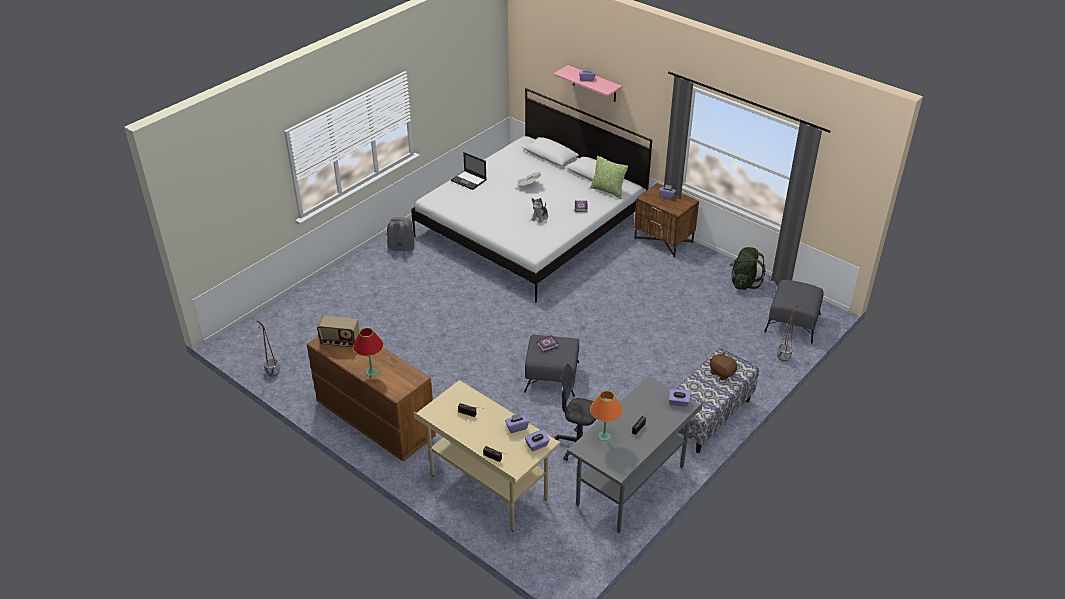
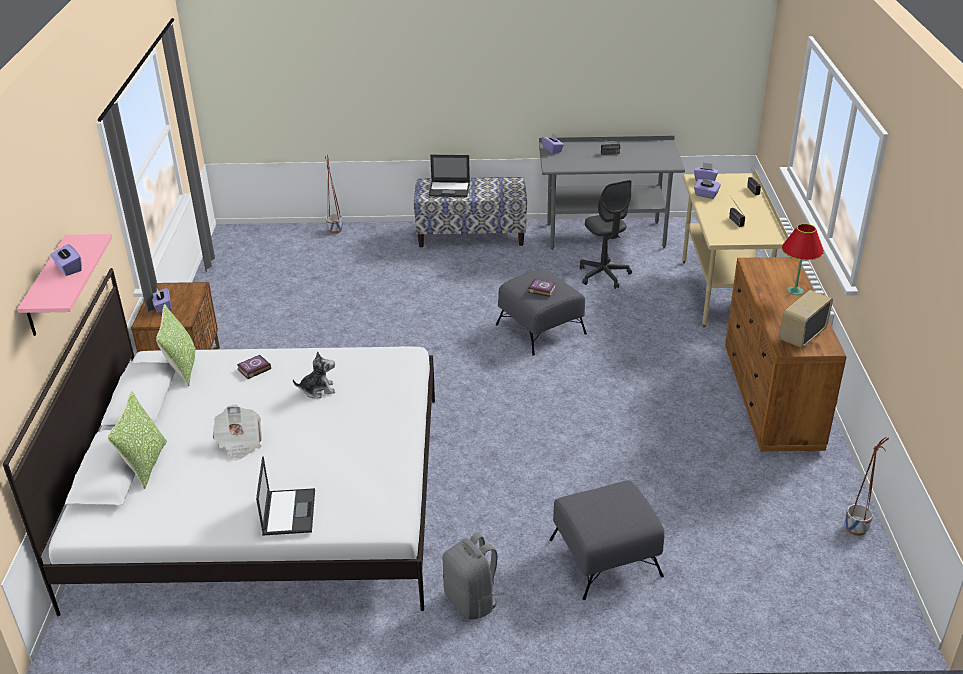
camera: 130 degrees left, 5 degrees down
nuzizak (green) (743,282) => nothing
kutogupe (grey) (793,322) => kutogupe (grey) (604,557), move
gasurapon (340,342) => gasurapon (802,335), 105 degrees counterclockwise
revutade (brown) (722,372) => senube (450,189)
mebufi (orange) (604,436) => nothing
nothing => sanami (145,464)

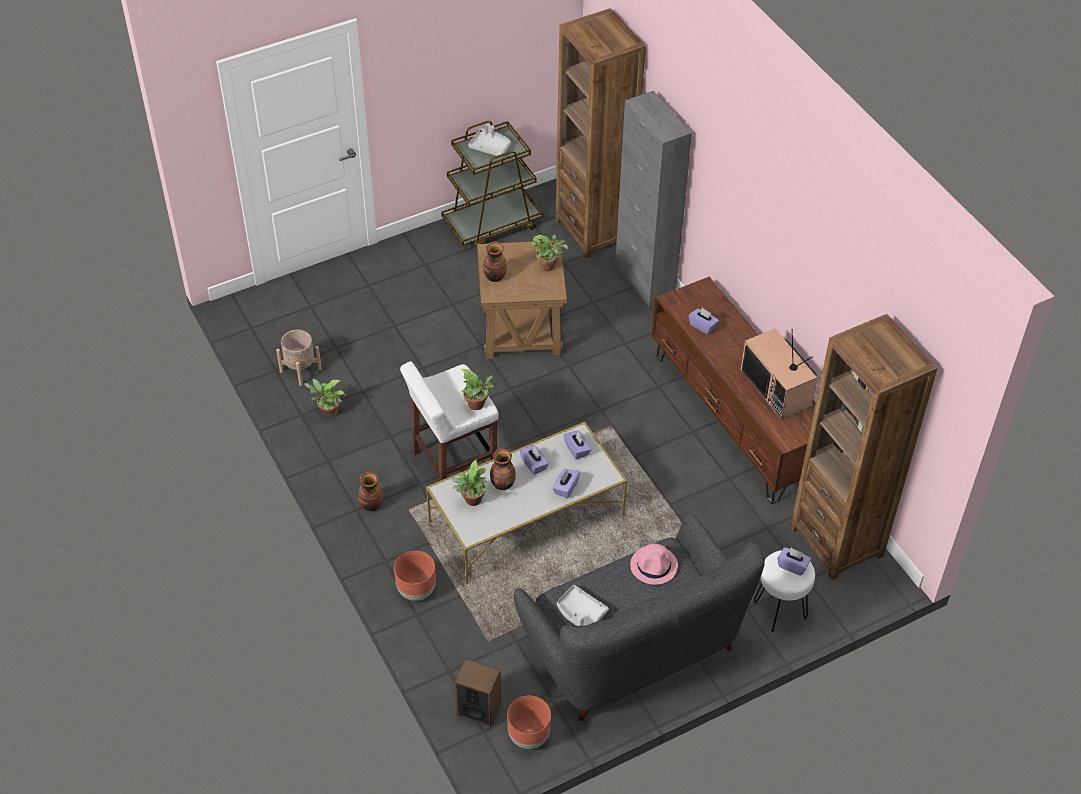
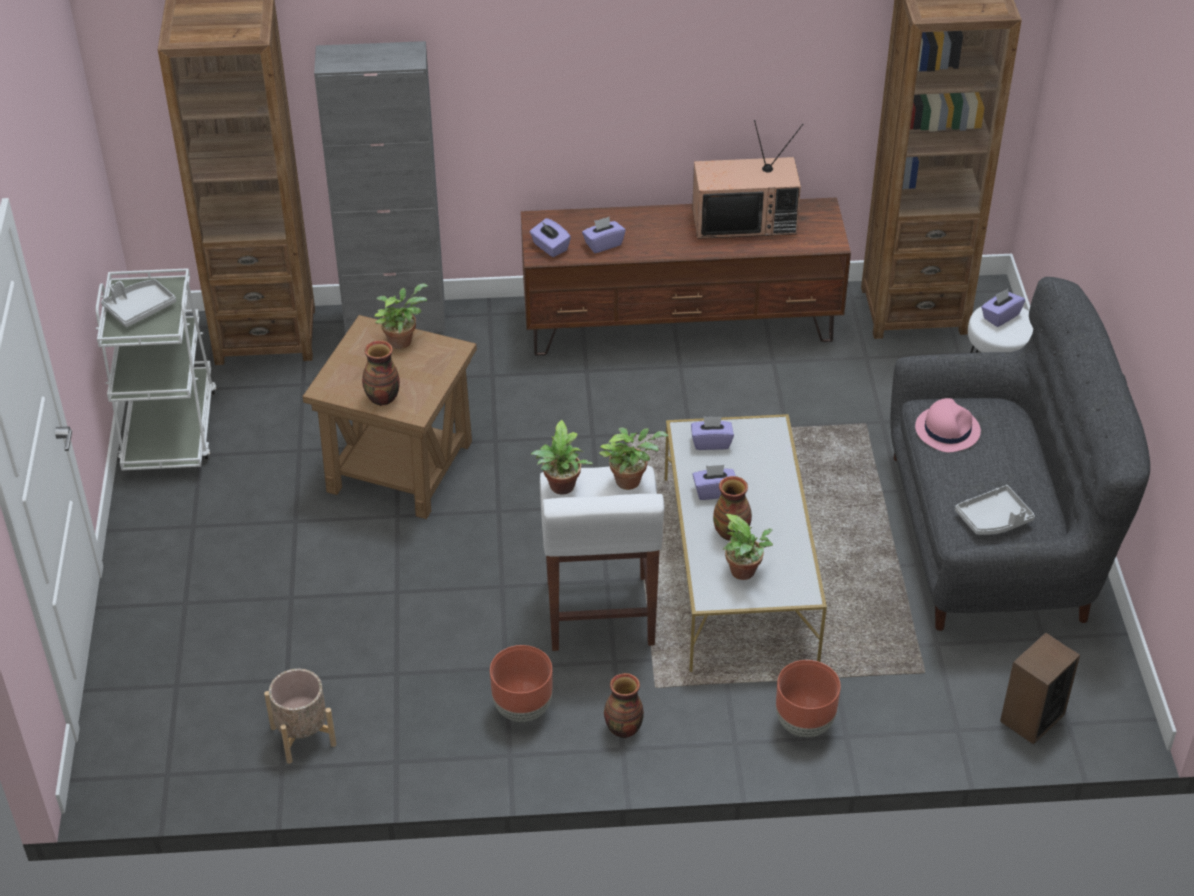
camera: 65 degrees left, 5 degrees down
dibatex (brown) (492,224) => dibatex (white) (170,429)
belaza (327,412) => belaza (561,488), move
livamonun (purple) (565,488) => livamonun (purple) (550,247), move
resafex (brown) (528,736) => resafex (brown) (522,708), move

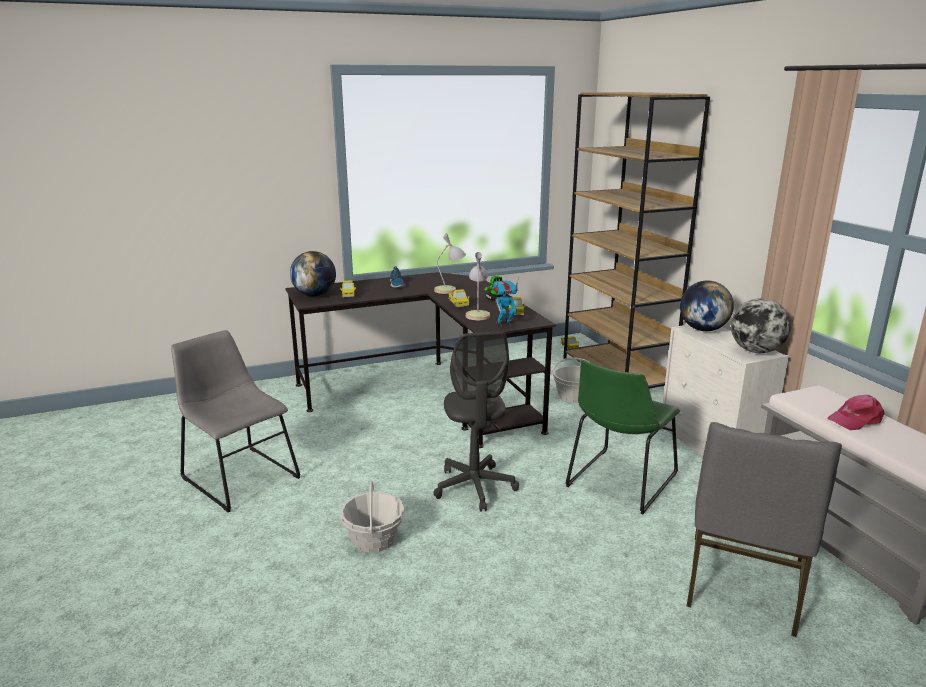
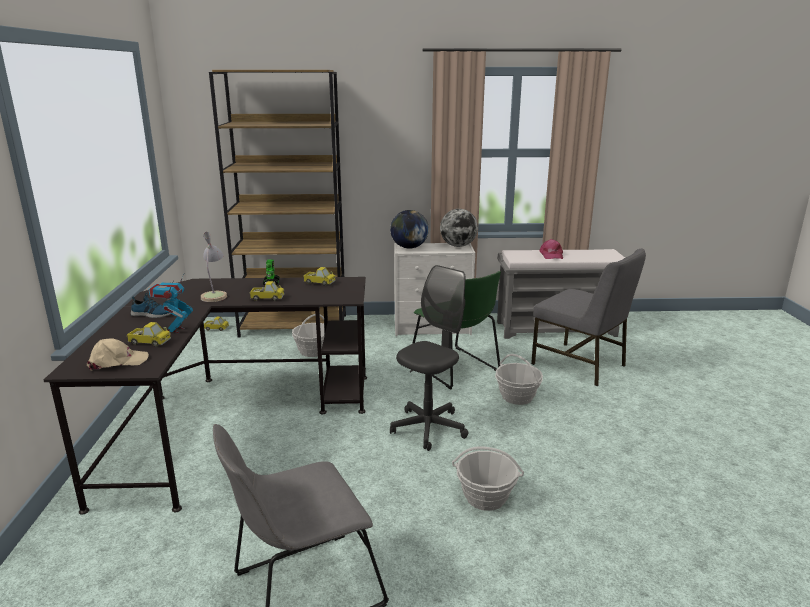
camera: 70 degrees left, 0 degrees up
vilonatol (314,295) => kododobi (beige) (117,362)
mebufi (478,314) => nothing
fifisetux (504,323) => fifisetux (175,330), move
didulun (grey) (475,487) => didulun (grey) (428,428), 60 degrees counterclockwise
nothing => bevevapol (517,397)

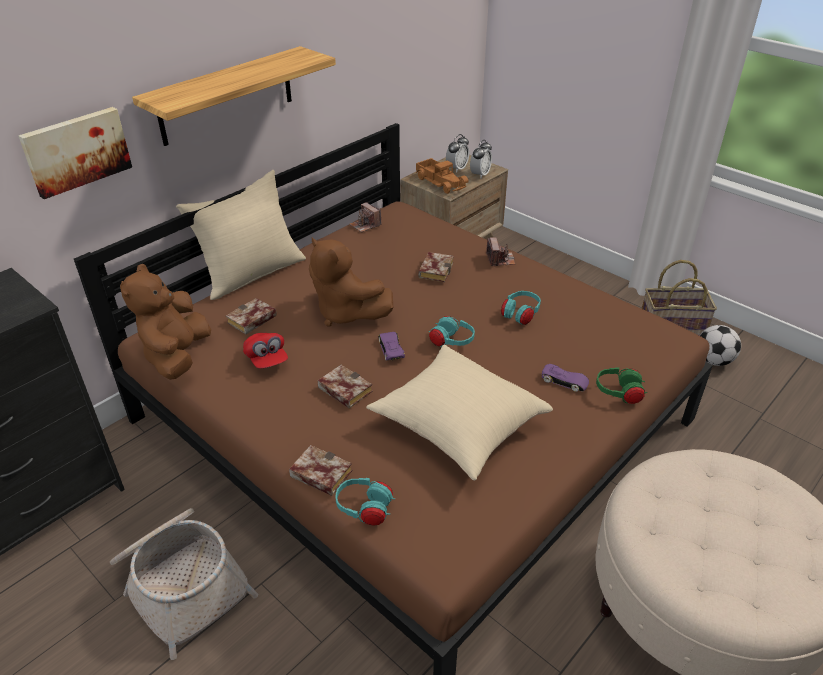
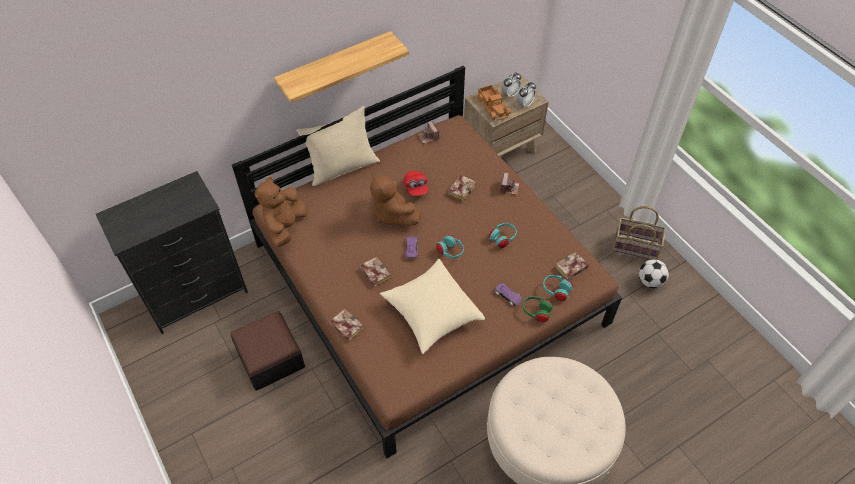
camera: 15 degrees right, 15 degrees up
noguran (76,151) => nothing
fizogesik (251,321) => fizogesik (570,269), move
kododobi (red) (266,359) => kododobi (red) (416,188), move
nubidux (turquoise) (365,510) => nubidux (turquoise) (556,291), move
bevevapol (182,583) => kutogupe (270,358)

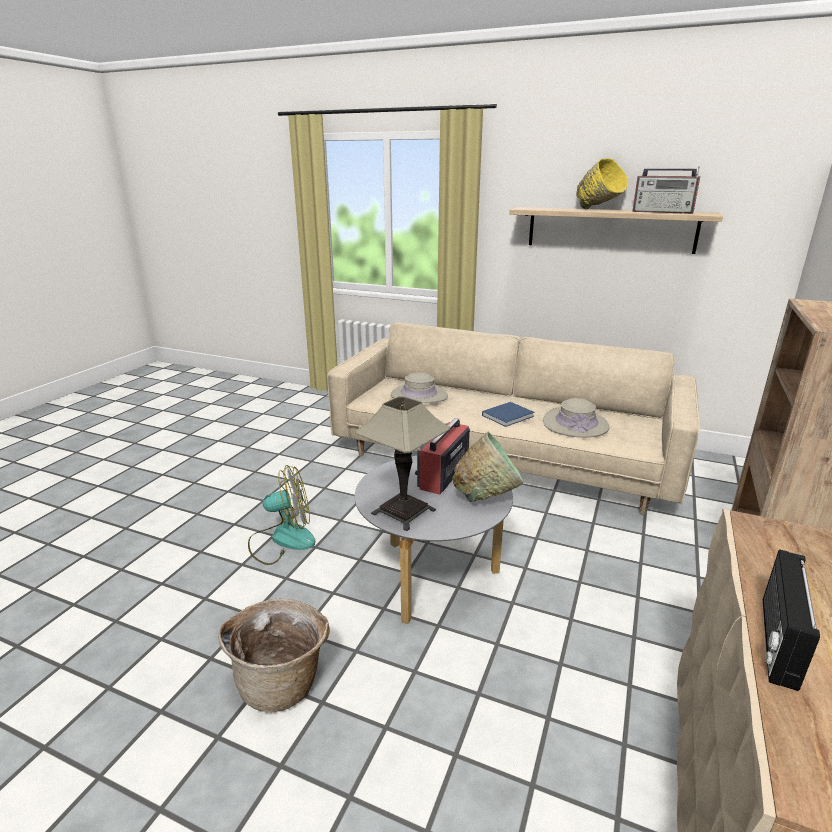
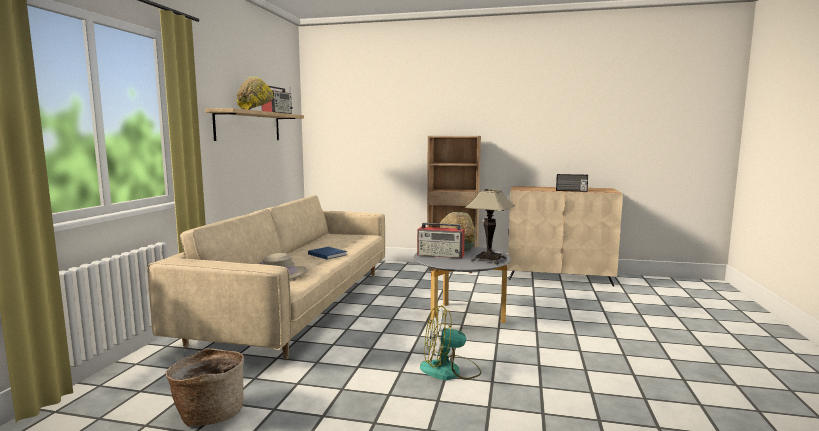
camera: 100 degrees left, 15 degrees down
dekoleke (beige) (575,424) => nothing
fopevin (282,539) => fopevin (450,371), 75 degrees counterclockwise
bevevapol (282,681) => bevevapol (209,414), move

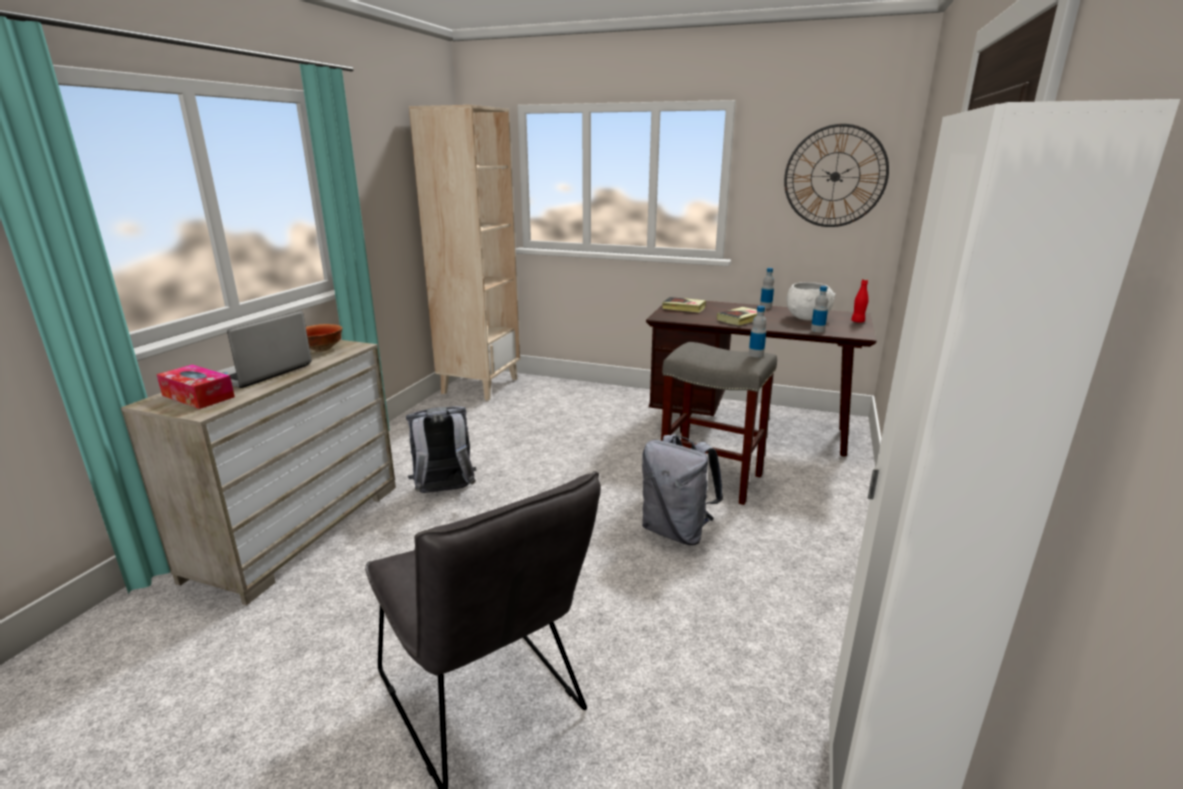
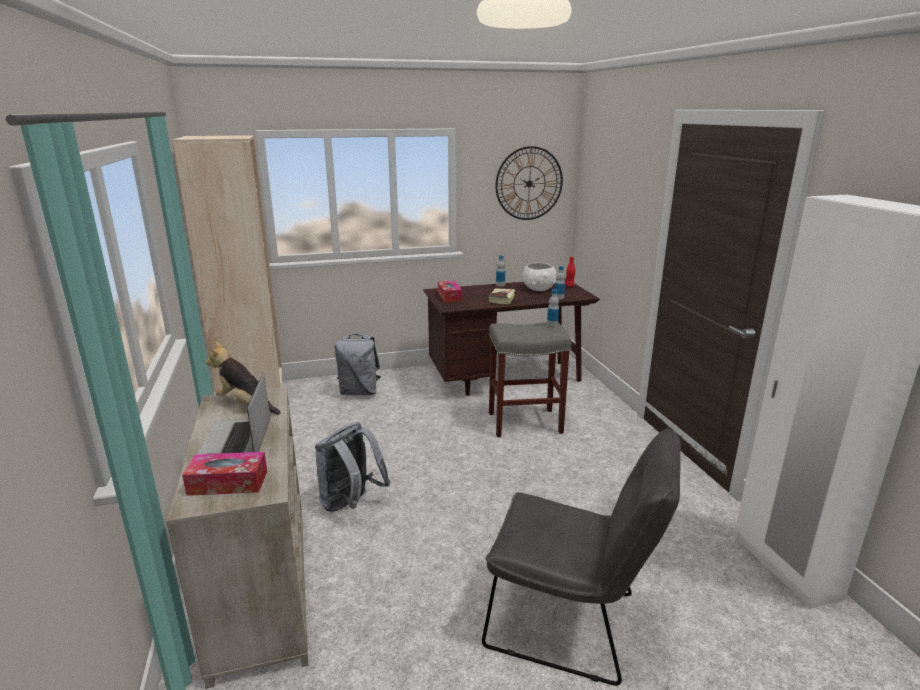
camera: 35 degrees left, 0 degrees up
fizogesik (683,308) => livamonun (449,296)
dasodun (322,349) => revutade (246,405)
nuzizak (grey) (676,531) => nuzizak (grey) (359,392), move

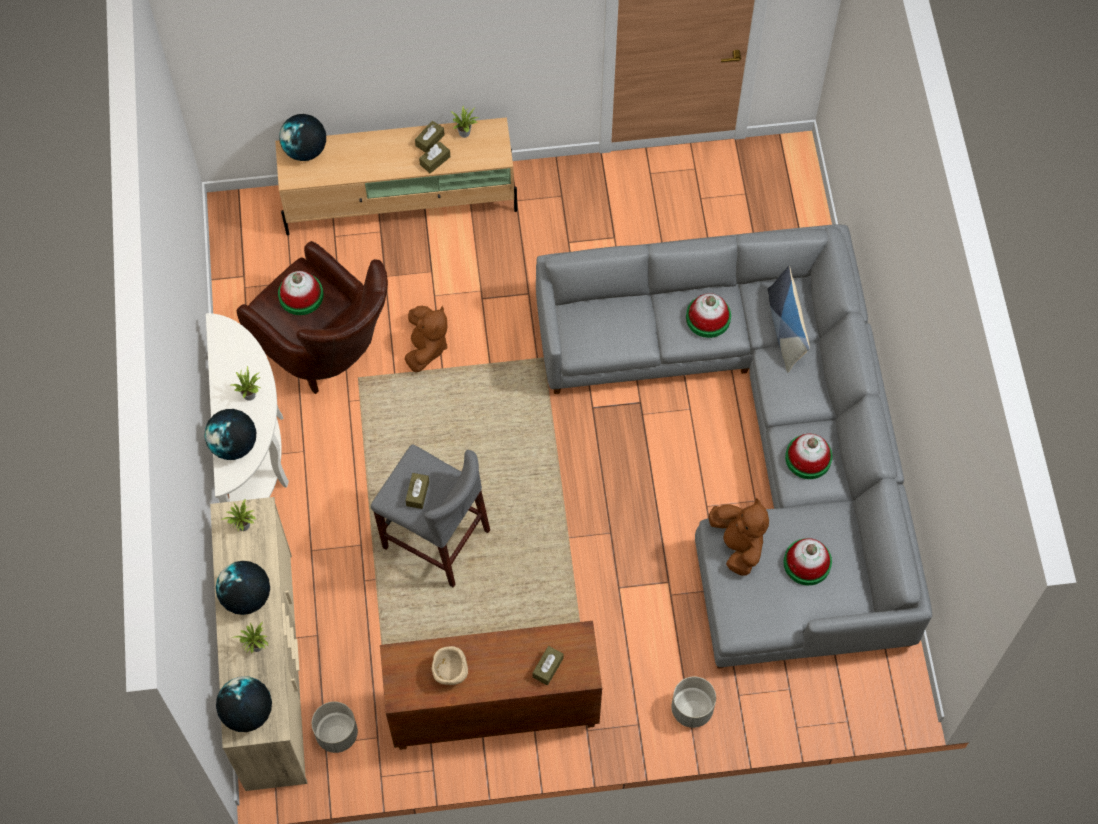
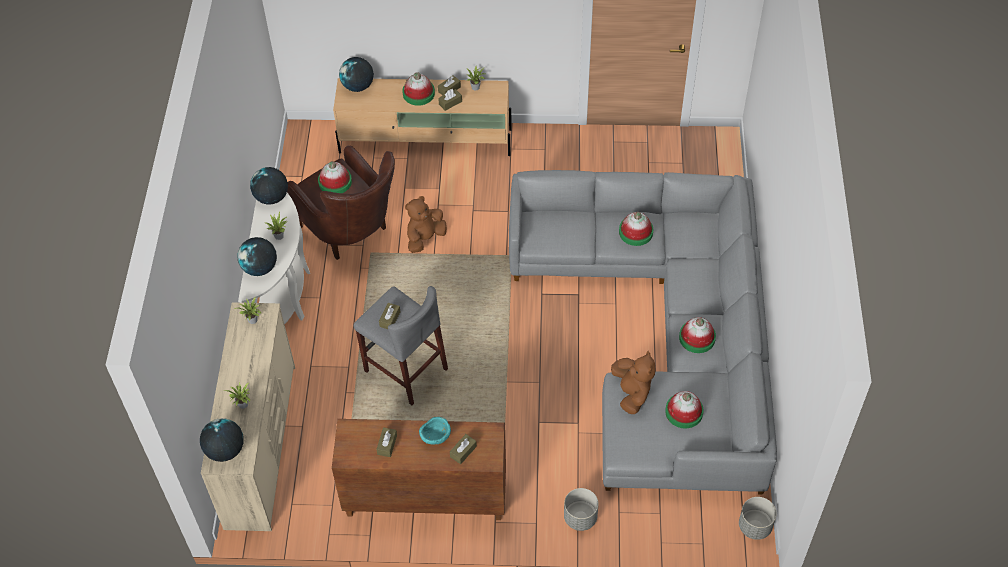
camera: 10 degrees right, 10 degrees down
sanami (785,329) => nothing
revutade (brown) (426,347) => revutade (brown) (425,238), 150 degrees counterclockwise
vilonatol (246,597) => vilonatol (271,197), move
dasodun (beige) (450,672) => livamonun (brown) (387,445)
resafex (grey) (337,734) => resafex (grey) (755,526), move
nothing => dekoleke (418,93)
nothing => dasodun (turquoise) (435,438)

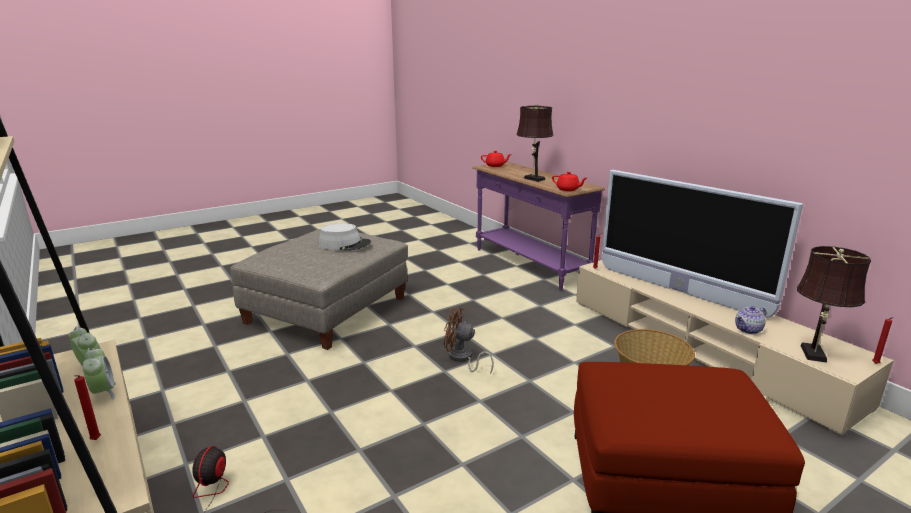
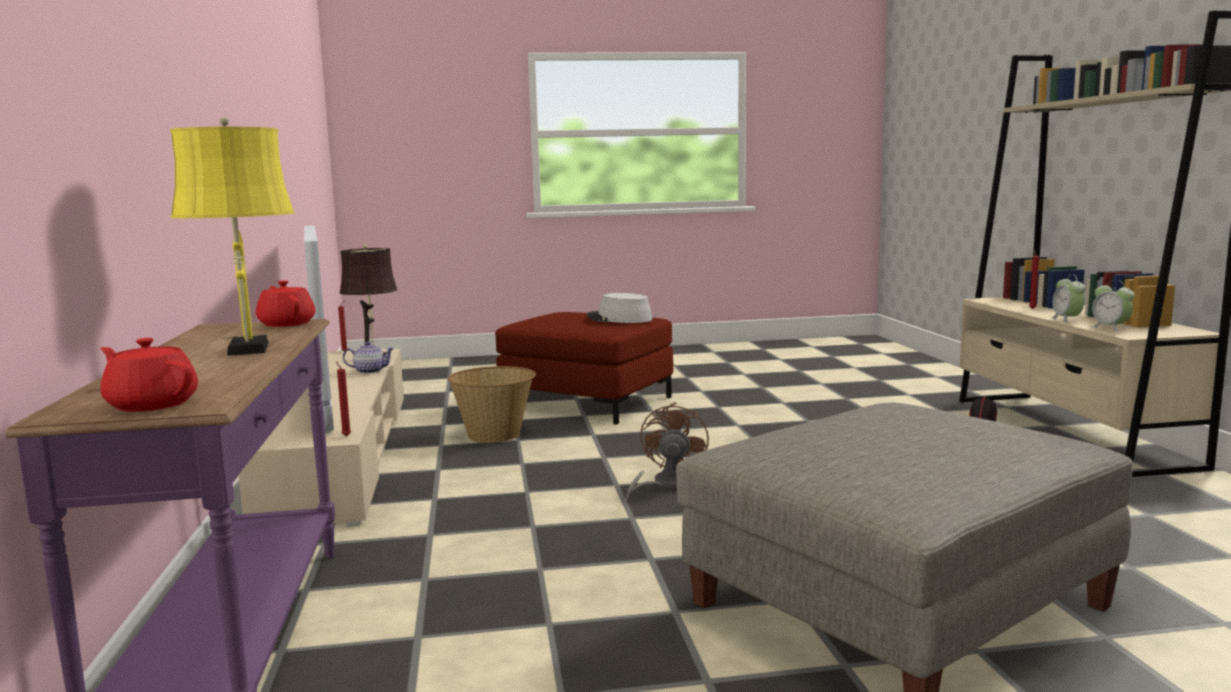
camera: 155 degrees left, 10 degrees down
mebufi (brown) (532,178) => mebufi (yellow) (247,350)
dekoleke (grey) (344,244) => dekoleke (grey) (619,319), move
fopevin (brown) (462,358) => fopevin (brown) (665,485), 120 degrees counterclockwise

